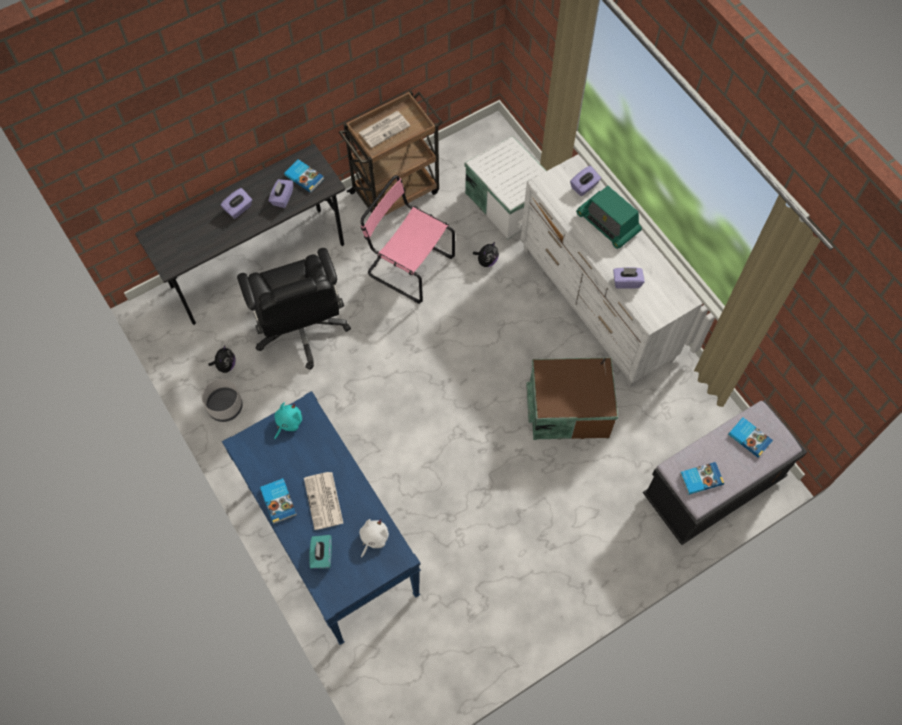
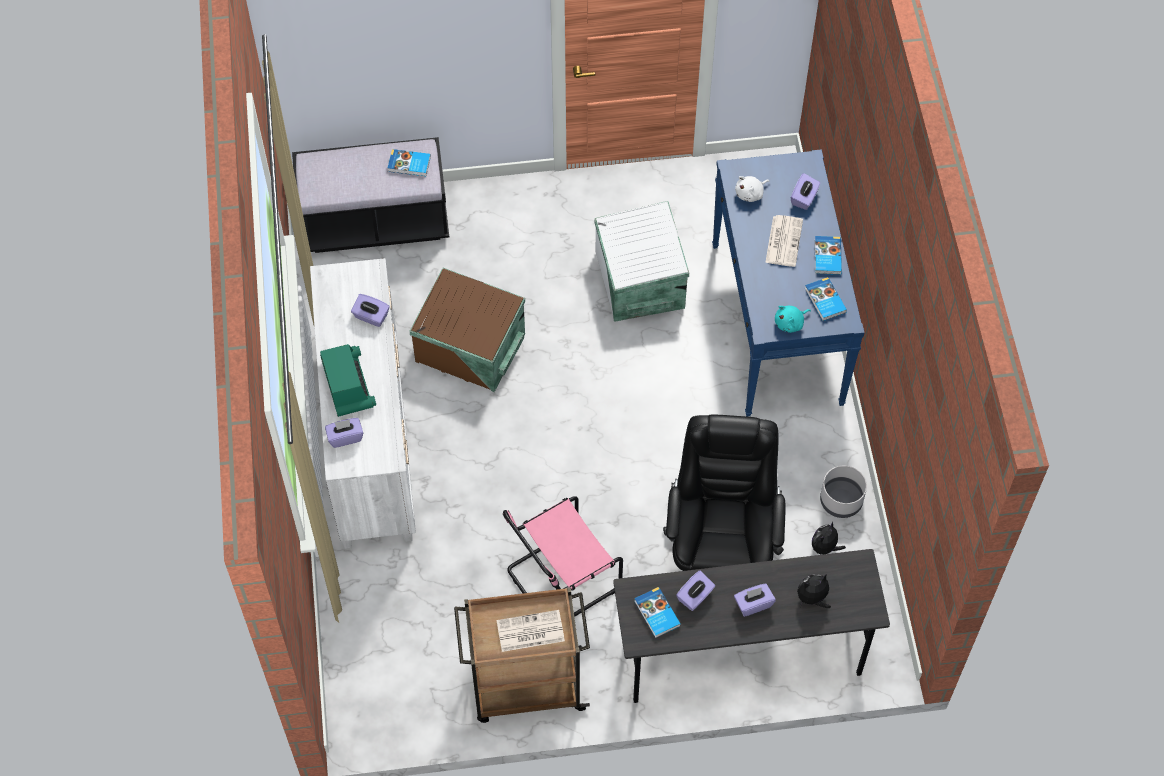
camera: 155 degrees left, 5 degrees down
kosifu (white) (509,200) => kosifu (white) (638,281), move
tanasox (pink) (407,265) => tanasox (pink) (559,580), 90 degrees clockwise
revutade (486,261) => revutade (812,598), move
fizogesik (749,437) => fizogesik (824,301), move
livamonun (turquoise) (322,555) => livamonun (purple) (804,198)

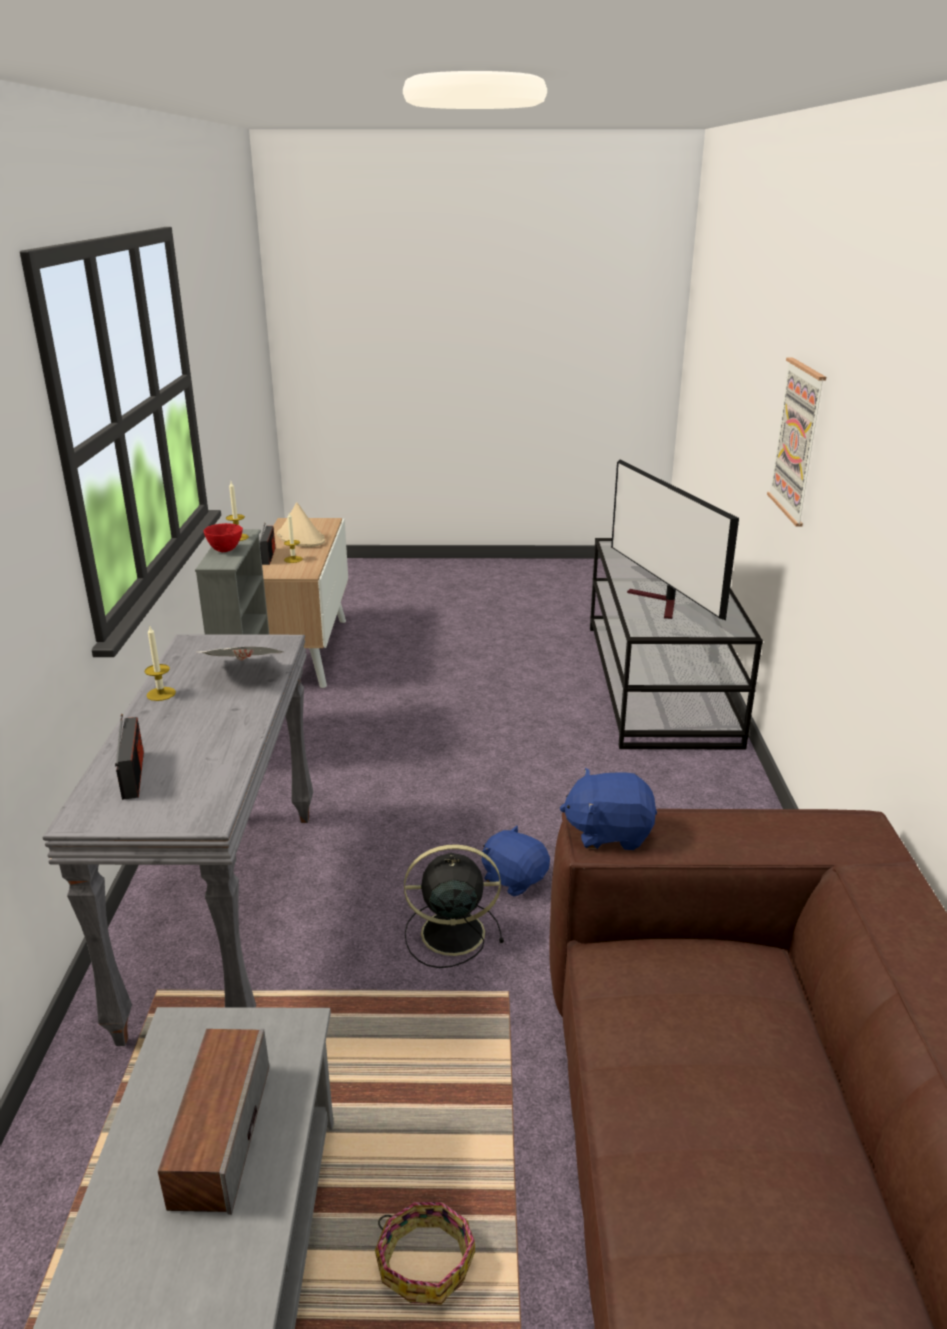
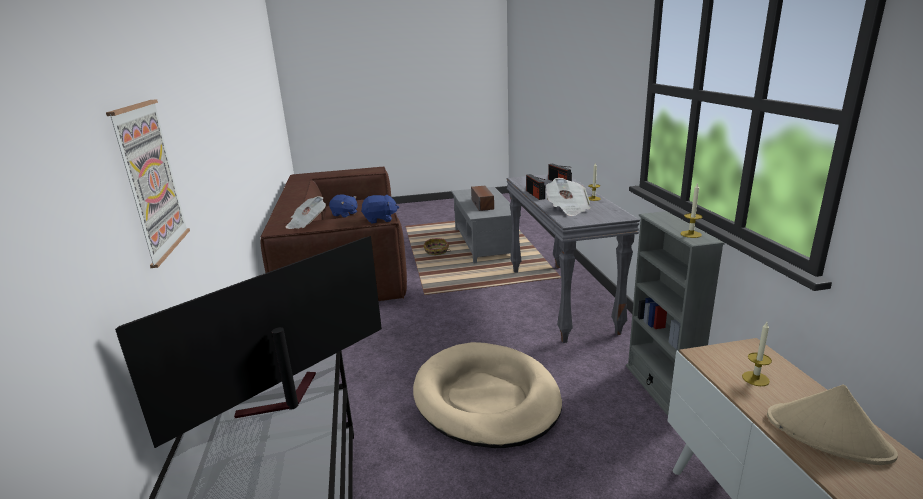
camera: 170 degrees right, 5 degrees down
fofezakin (662,603) => fofezakin (282,402), 105 degrees counterclockwise
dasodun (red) (225,550) => nothing
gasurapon (268,556) => gasurapon (535,195), move
revutade (blue) (514,879) => revutade (blue) (344,214), move
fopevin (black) (449,933) => nothing
nothing => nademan (307,223)
nothing => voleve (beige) (486,398)

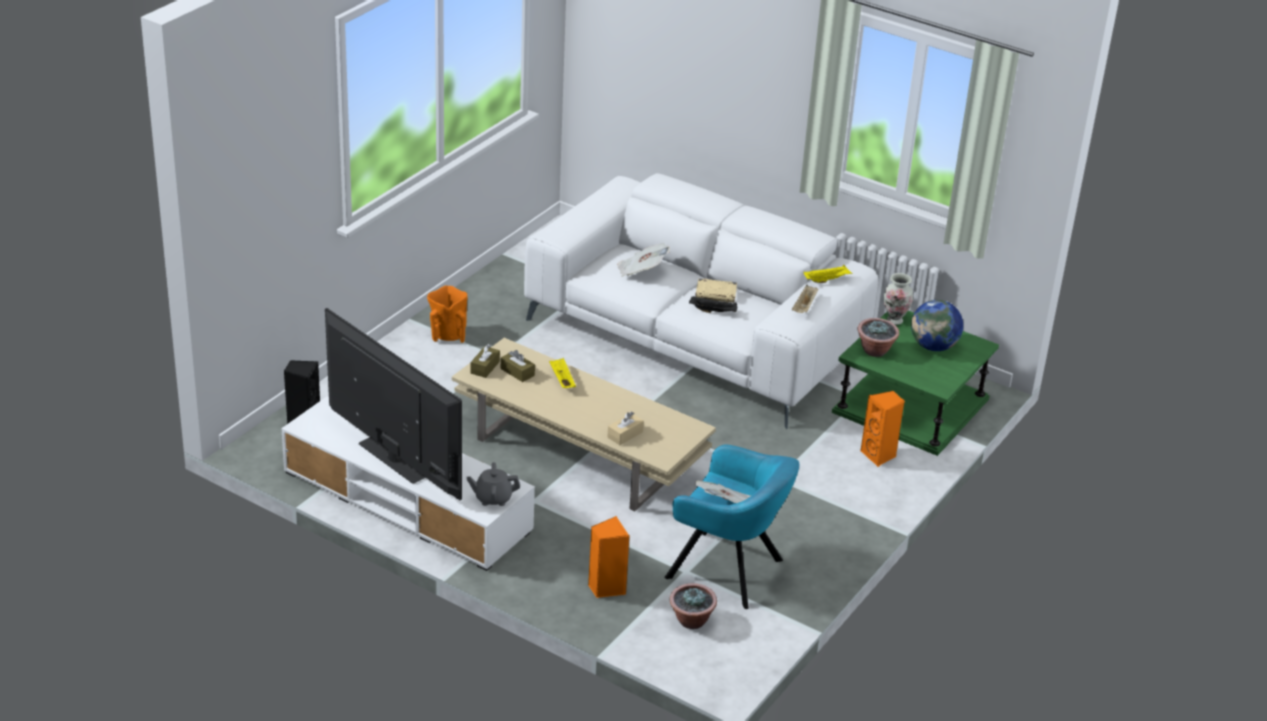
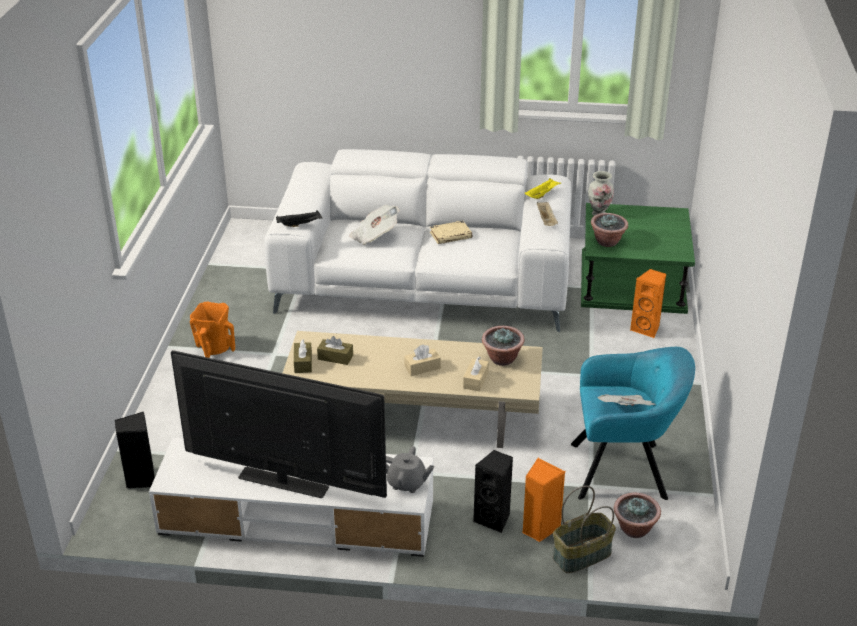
camera: 25 degrees left, 0 degrees up
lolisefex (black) (713,311) => lolisefex (black) (300,224), move
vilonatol (933,346) => nothing
lolisefex (yellow) (562,380) => nothing
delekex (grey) (493,498) => delekex (grey) (407,483), 135 degrees counterclockwise
nothing => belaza (502,359)
nothing => livamonun (beige) (422,367)
nothing => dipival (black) (494,519)
nothing => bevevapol (582,556)

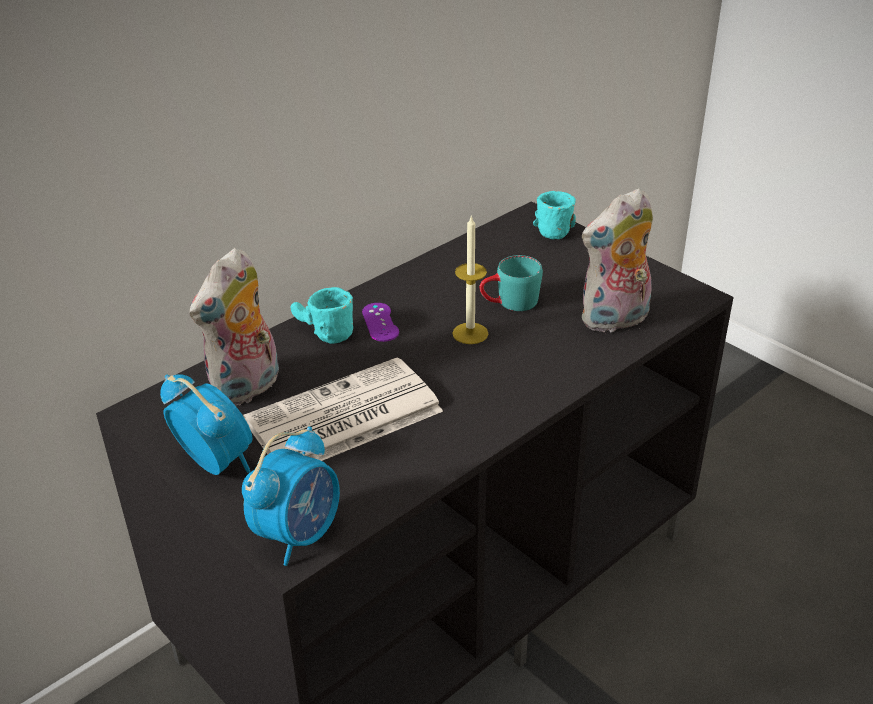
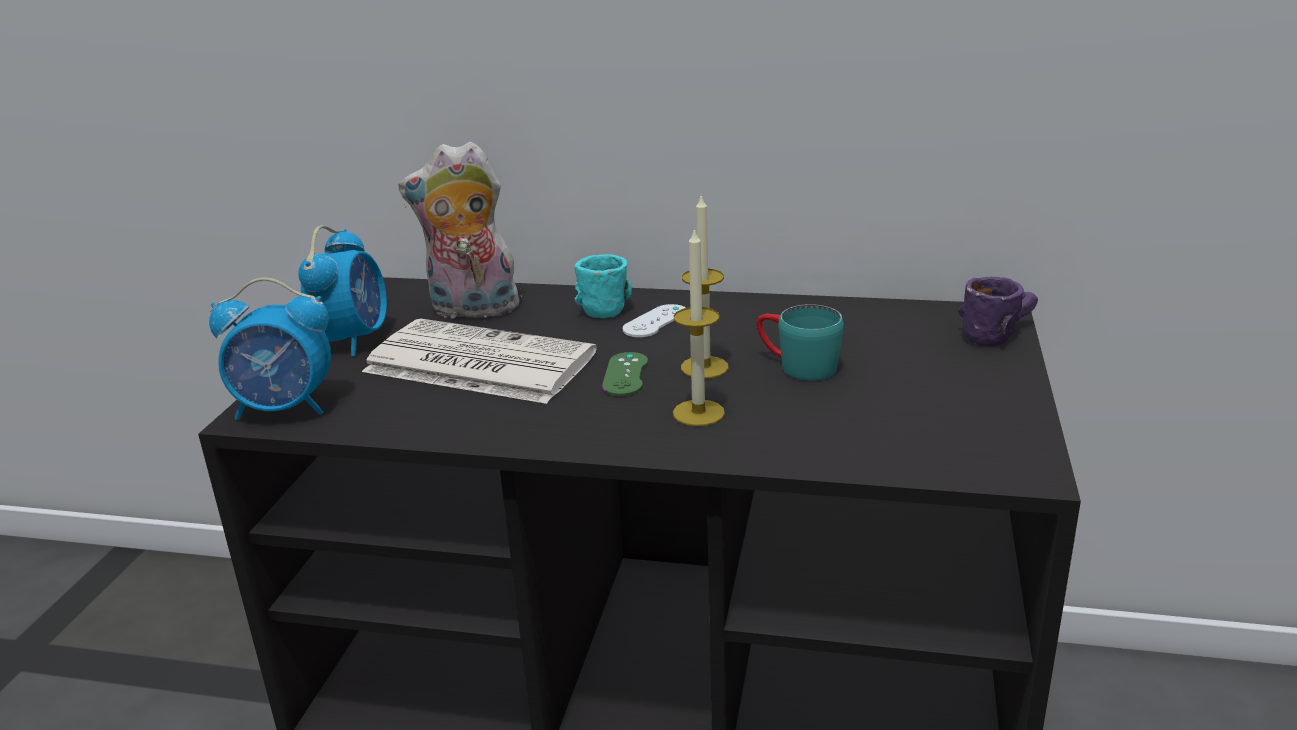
camera: 55 degrees right, 10 degrees down
revutade (614,321) => nothing
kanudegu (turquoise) (551,227) => kanudegu (purple) (997,332)
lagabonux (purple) (380,322) => lagabonux (white) (655,321)
nothing => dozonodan (698,413)
nothing => lagabonux (green) (625,374)

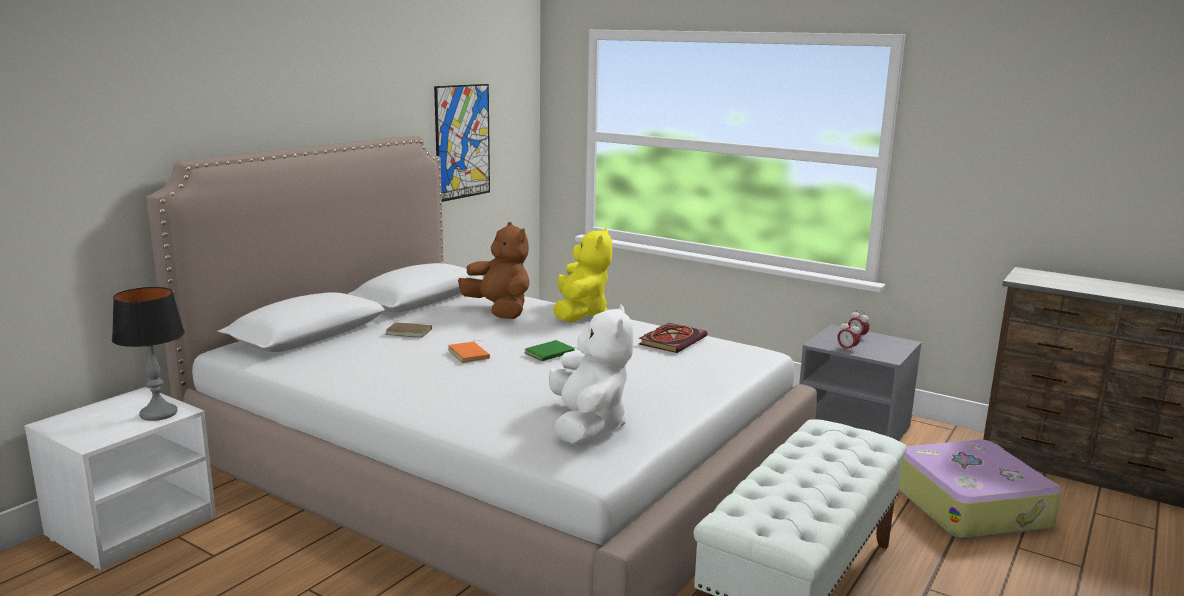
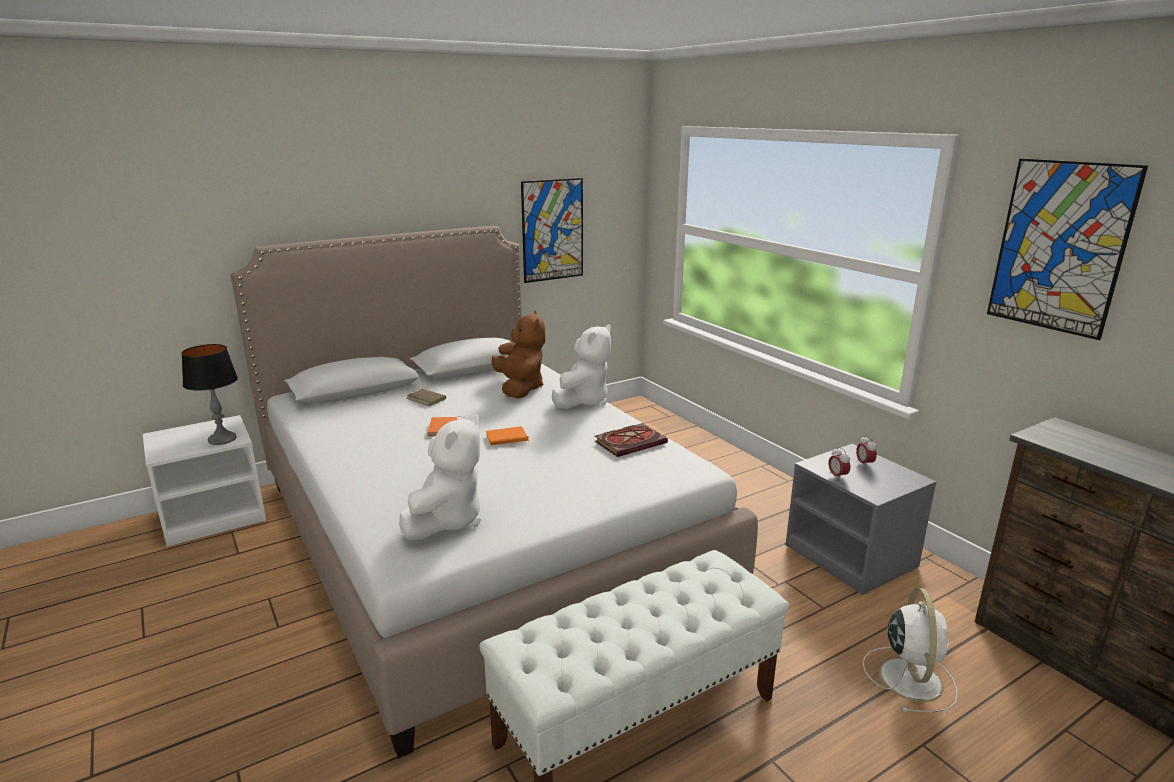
camera: 25 degrees right, 5 degrees up
revutade (yellow) (580,314) => revutade (white) (583,401)
fizogesik (green) (550,354) => fizogesik (orange) (507,439)
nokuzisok (970,505) => fopevin (white) (909,677)
nothing => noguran (1060,247)

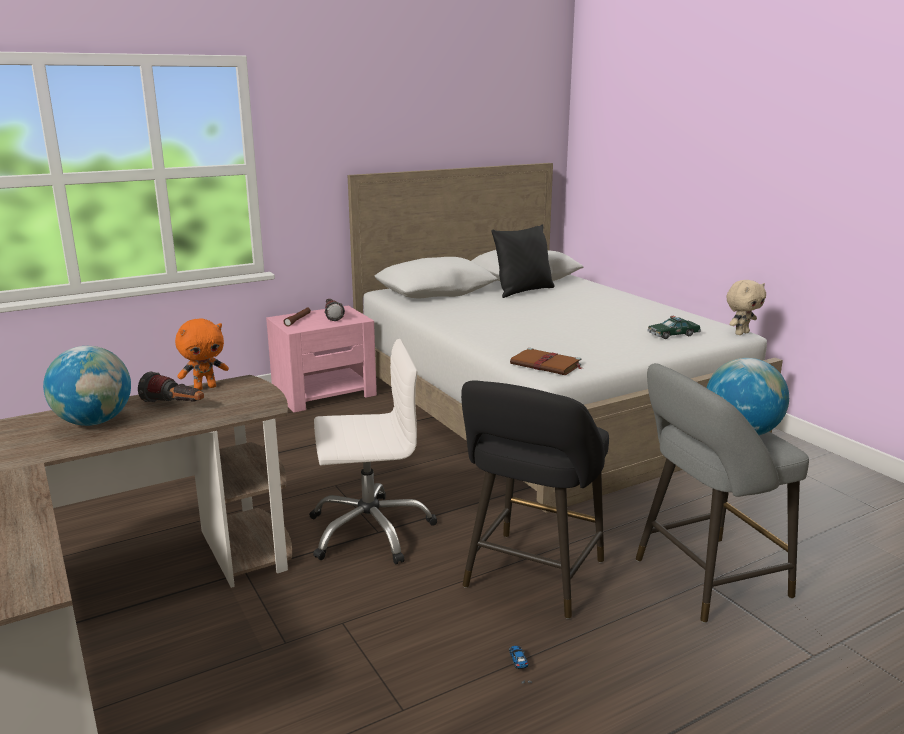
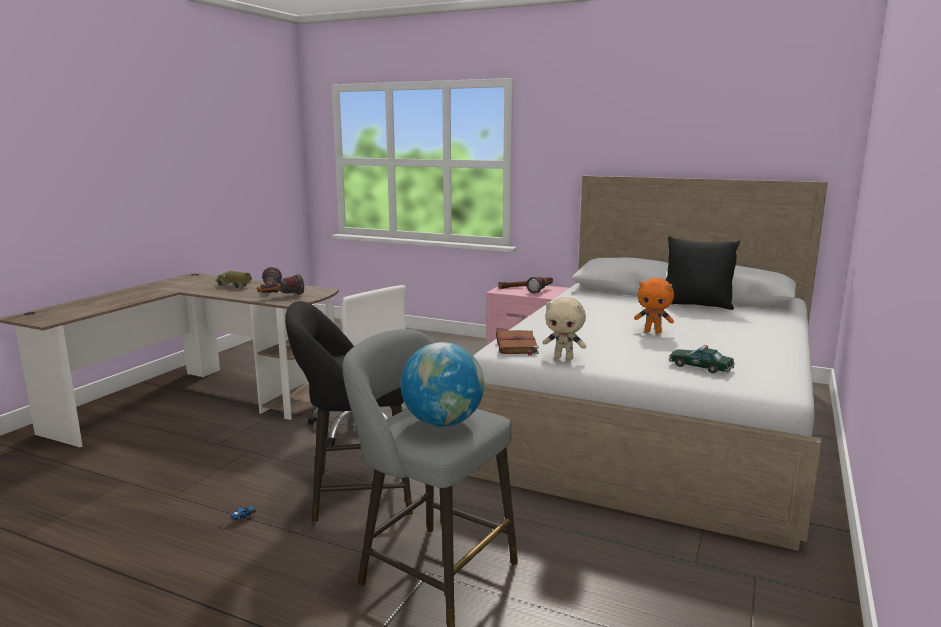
camera: 55 degrees right, 5 degrees down
revutade (beige) (741,333) => revutade (beige) (564,358), move
revutade (orange) (205,387) => revutade (orange) (653,332), move
vilonatol (94,422) => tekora (234,286)
nothing => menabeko (281,297)

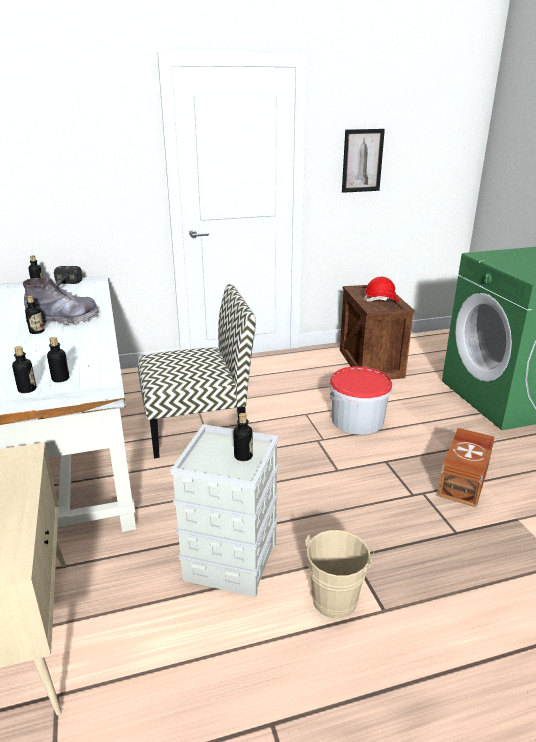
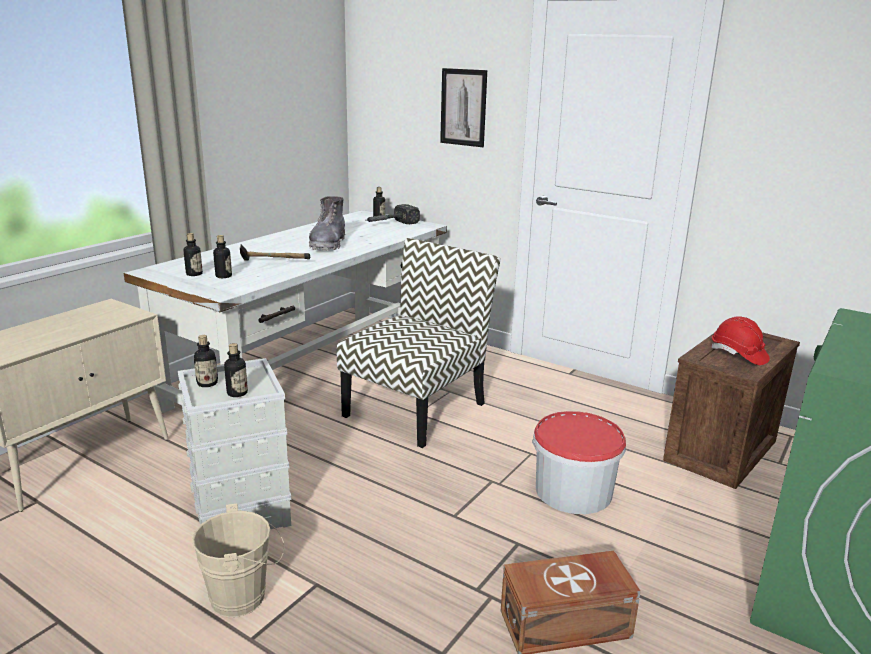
camera: 50 degrees right, 5 degrees down
noguran (362,161) => noguran (463,107), move
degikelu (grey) (64,320) => degikelu (grey) (328,244), 60 degrees clockwise
tanasox (198,427) => tanasox (416,408), 90 degrees counterclockwise
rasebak (37,331) => rasebak (207,383), move
nothing => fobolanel (273,262)

